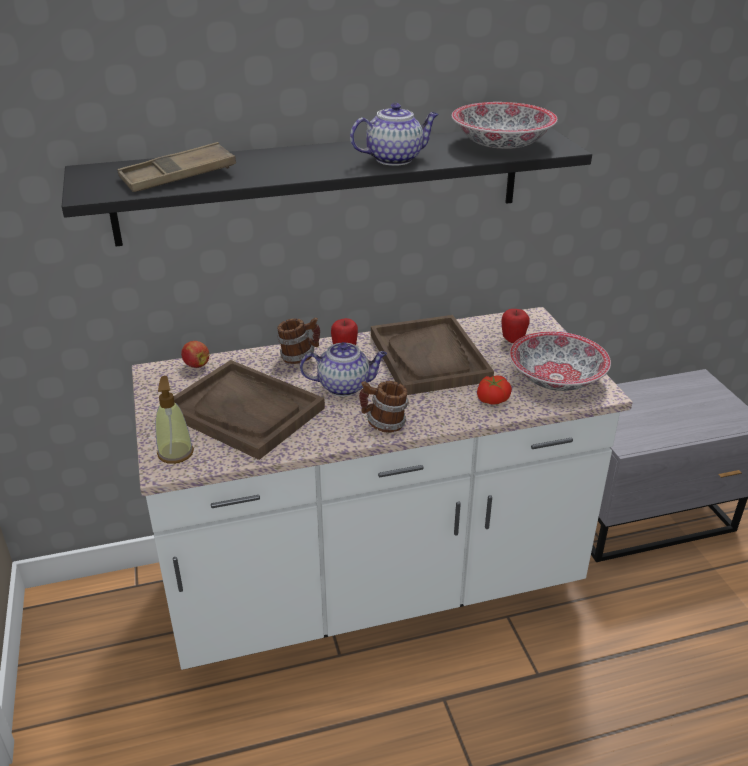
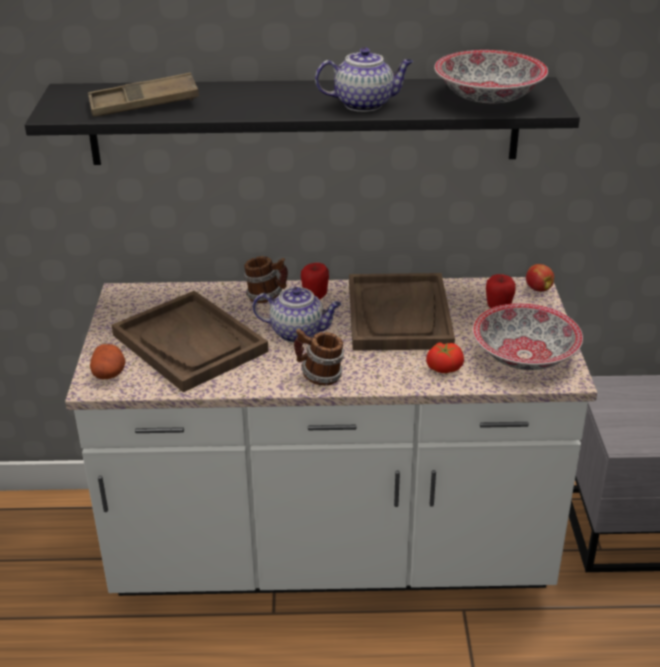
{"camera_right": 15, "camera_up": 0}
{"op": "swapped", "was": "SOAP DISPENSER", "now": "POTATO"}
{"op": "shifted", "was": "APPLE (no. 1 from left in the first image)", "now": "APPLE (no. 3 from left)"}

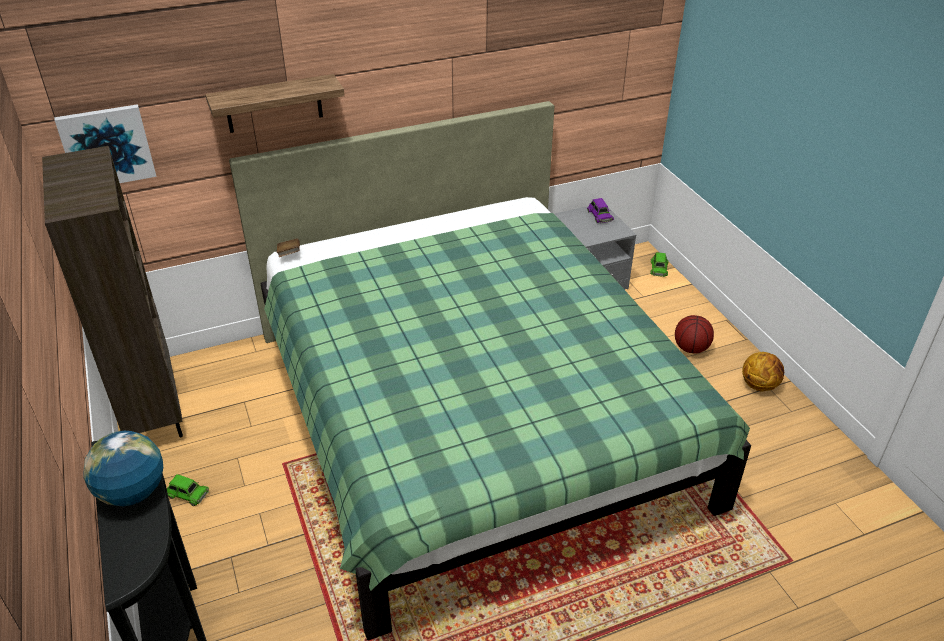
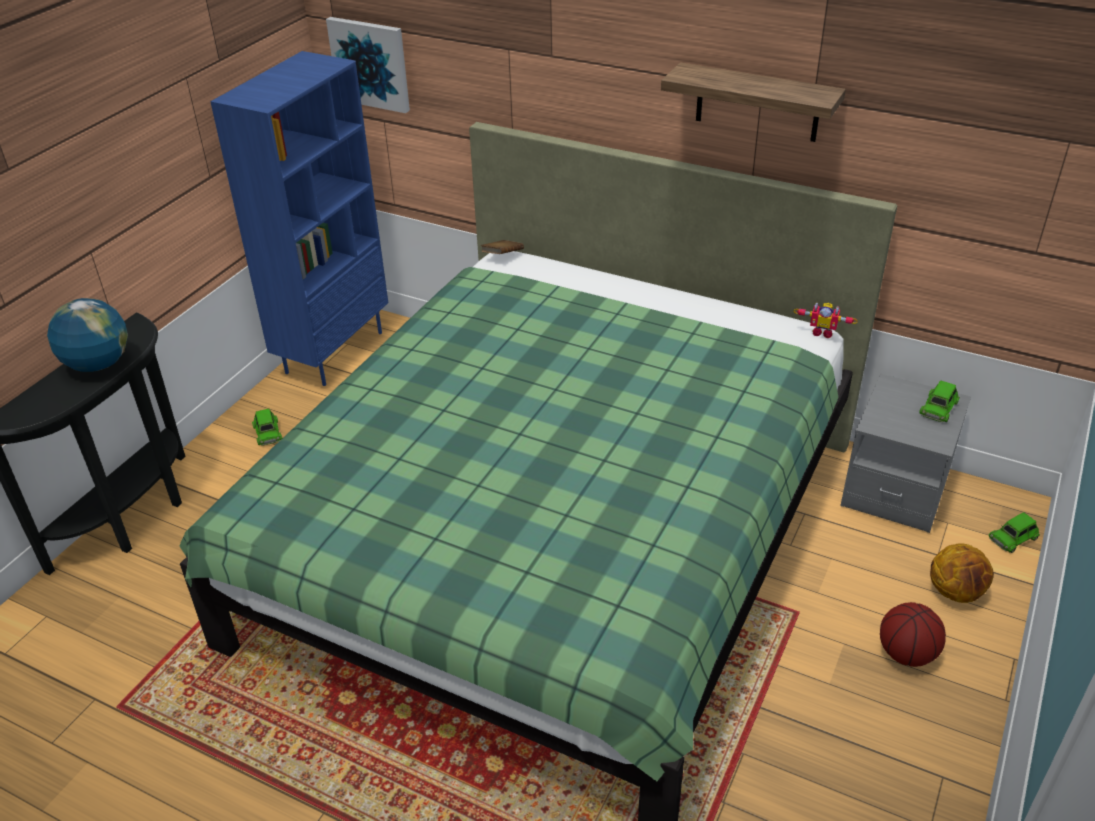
{"camera_right": 50, "camera_up": 0}
{"op": "repainted", "was": "BROWN BOOKCASE", "now": "BLUE BOOKCASE"}
{"op": "shifted", "was": "SHELF"}
{"op": "repainted", "was": "PURPLE TOY CAR", "now": "GREEN TOY CAR (no. 2 from left)"}
{"op": "shifted", "was": "BASKETBALL (no. 2 from left)"}
{"op": "new", "now": "TOY ROBOT"}

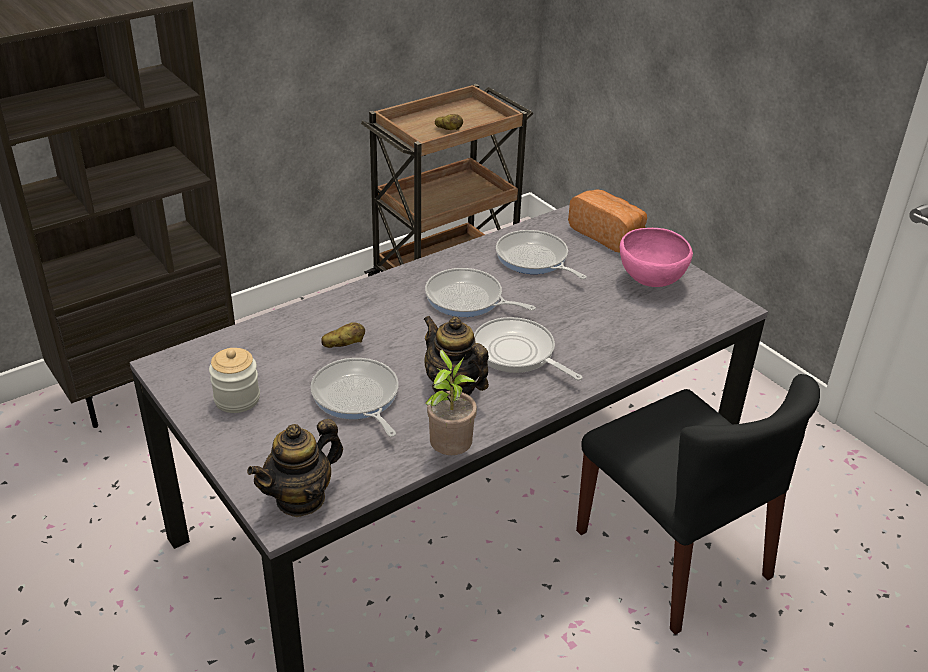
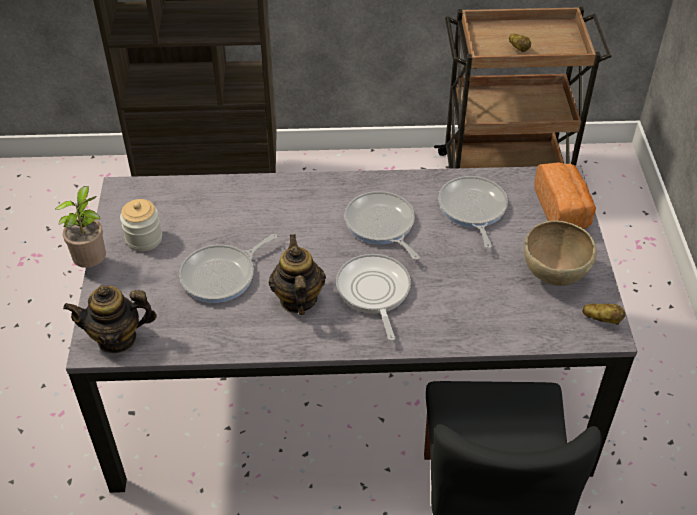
{"camera_right": 35, "camera_up": 10}
{"op": "rotated", "was": "FRYING PAN (no. 1 from left)", "clockwise": -135}
{"op": "shifted", "was": "POTATO (no. 1 from left in the first image)", "now": "POTATO (no. 2 from left)"}
{"op": "shifted", "was": "POTTED PLANT"}
{"op": "repainted", "was": "PINK BOWL", "now": "BROWN BOWL"}

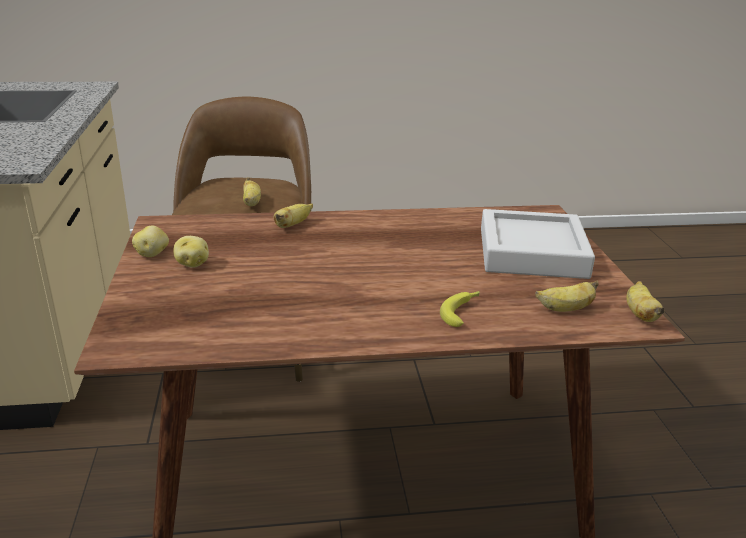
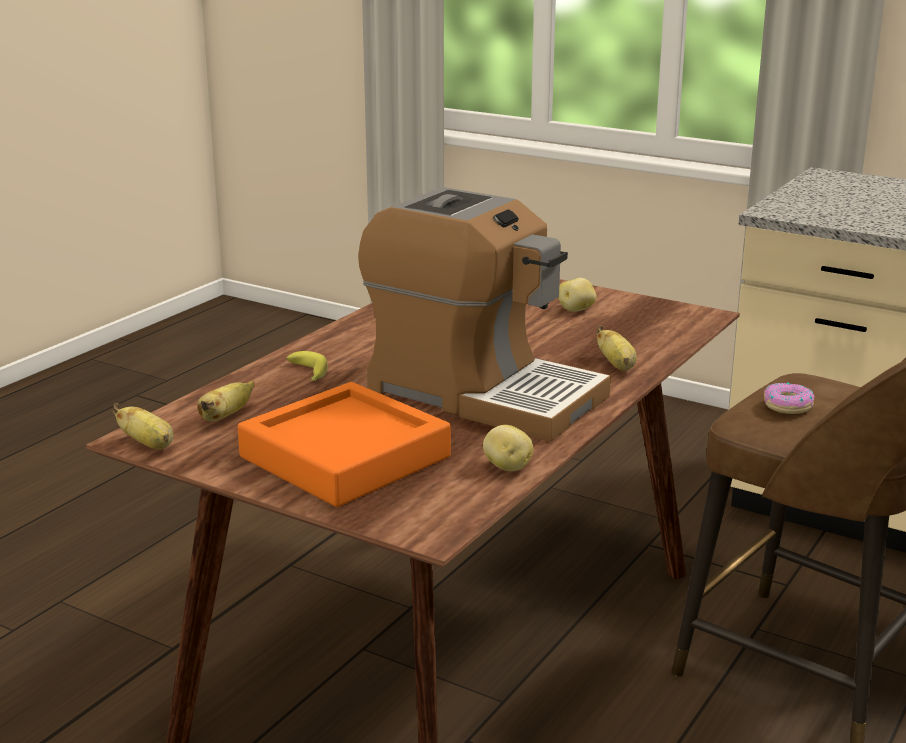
{"camera_right": 130, "camera_up": -5}
{"op": "shifted", "was": "POTATO (no. 1 from left)"}
{"op": "swapped", "was": "BANANA (no. 1 from left)", "now": "DONUT"}
{"op": "repainted", "was": "GREY TRAY", "now": "ORANGE TRAY"}
{"op": "new", "now": "COFFEE MACHINE"}

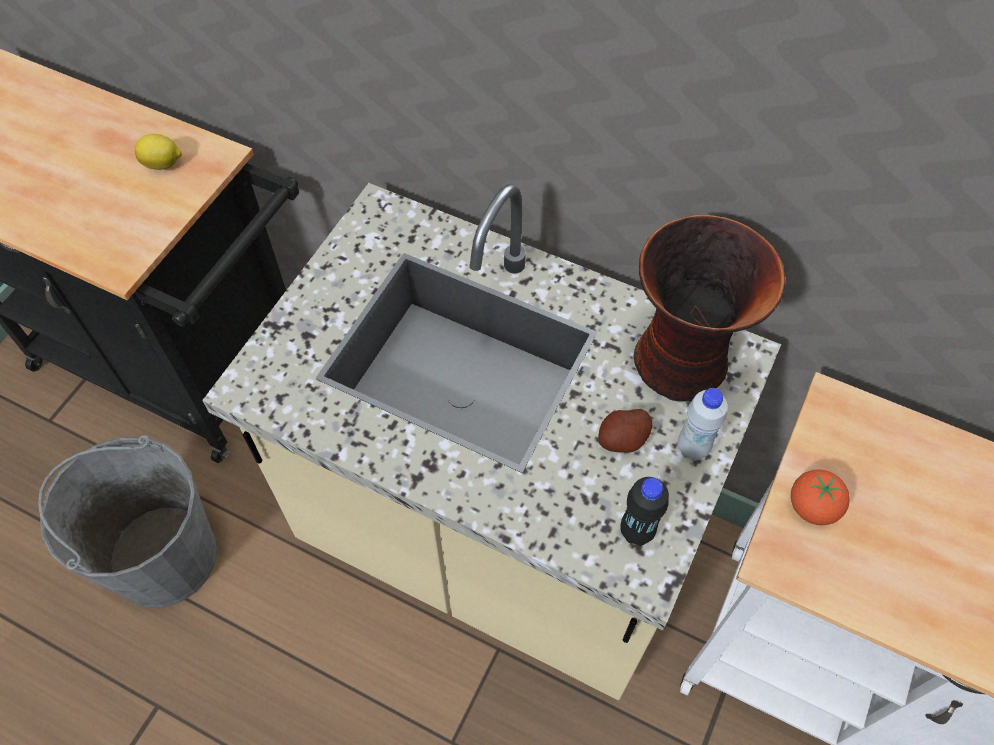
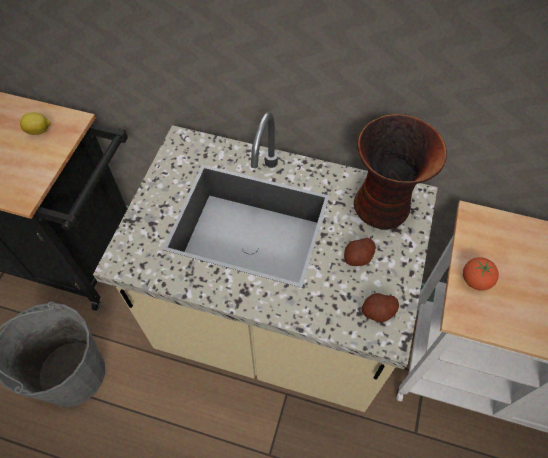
{"camera_right": -10, "camera_up": 0}
{"op": "swapped", "was": "BLACK BOTTLE", "now": "POTATO (no. 2 from left)"}
{"op": "gone", "was": "WHITE BOTTLE"}

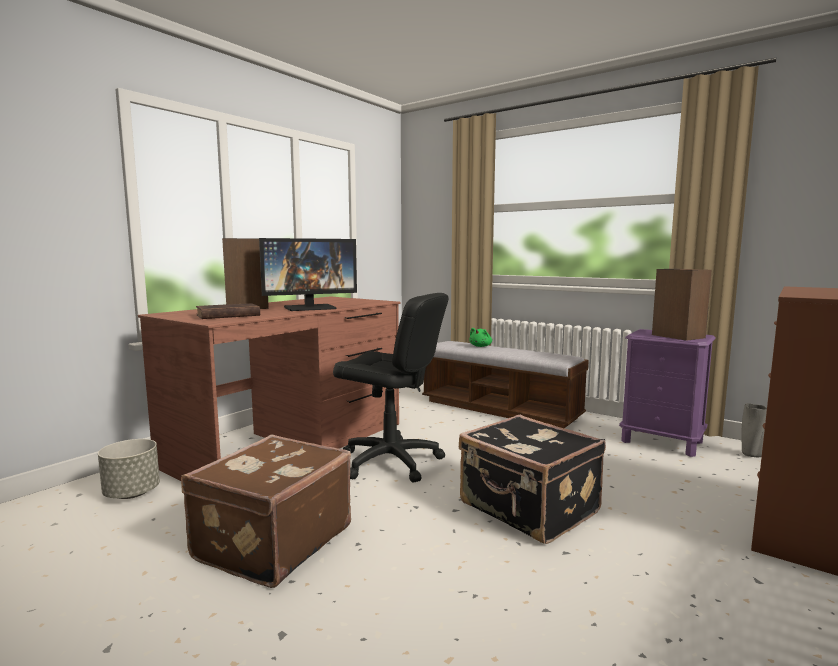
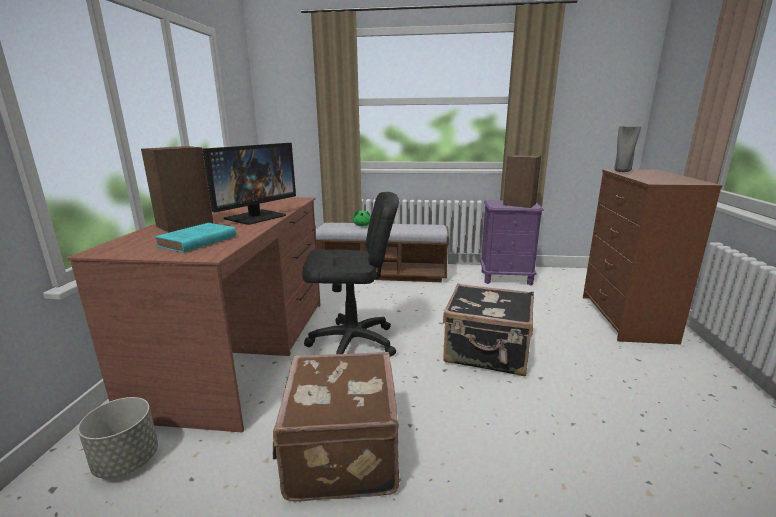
{"camera_right": -30, "camera_up": 10}
{"op": "repainted", "was": "BROWN BOOK", "now": "TURQUOISE BOOK"}
{"op": "shifted", "was": "GREY VASE"}

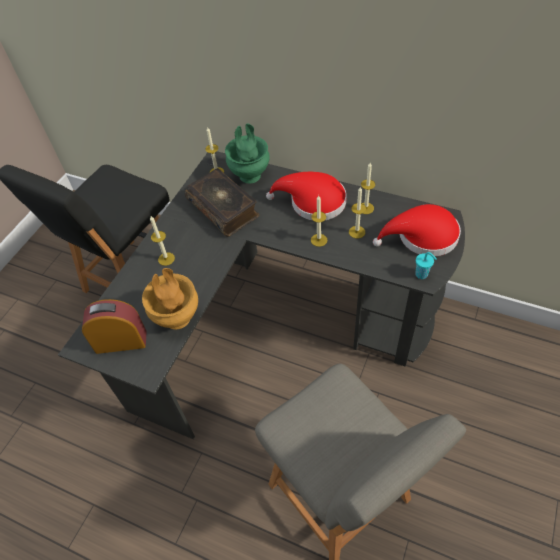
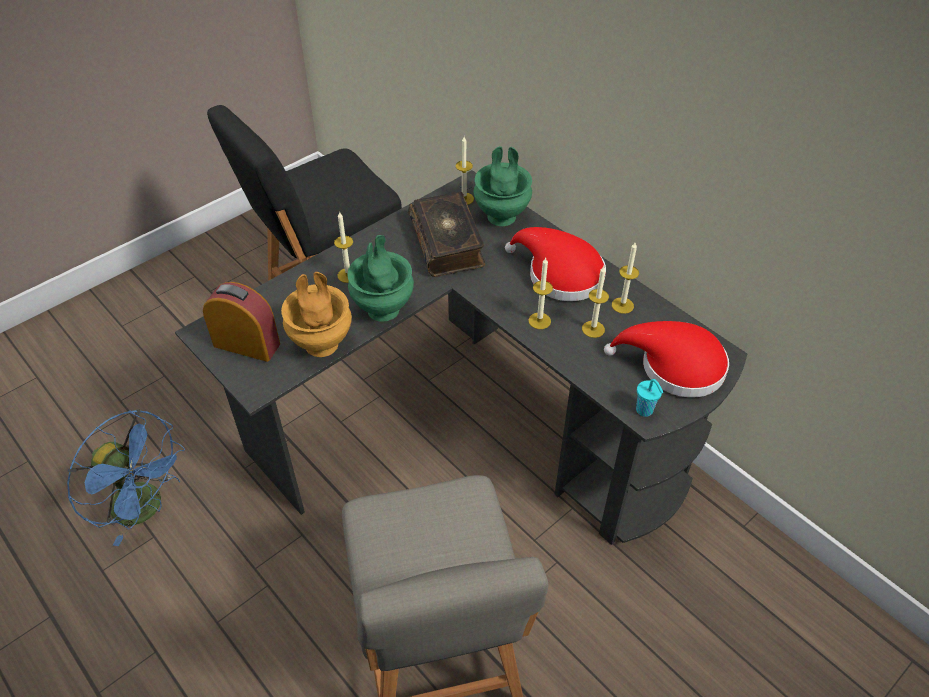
{"camera_right": 20, "camera_up": -5}
{"op": "new", "now": "BLUE FAN"}
{"op": "new", "now": "GREEN VASE (no. 1 from left)"}

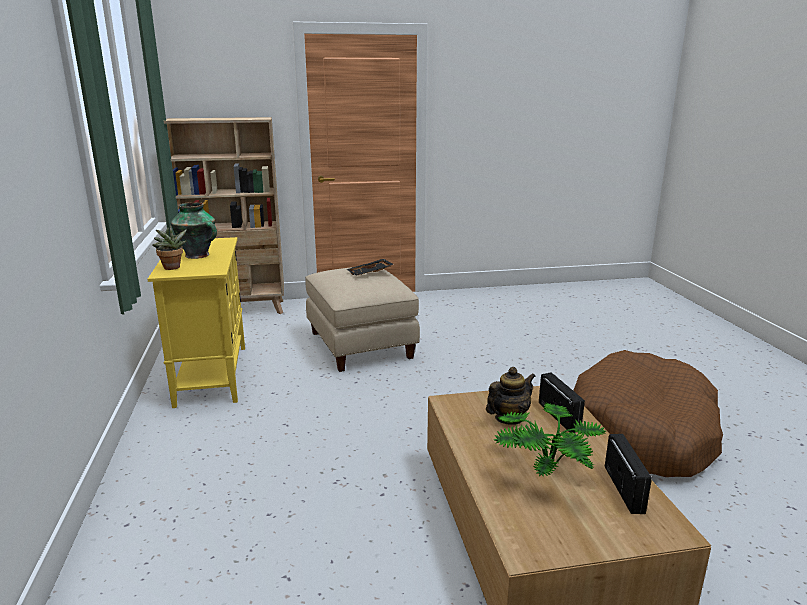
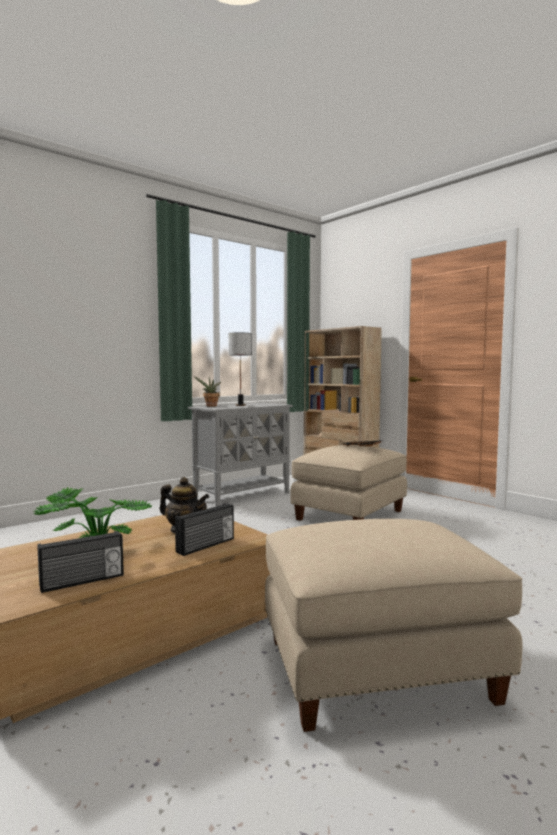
{"camera_right": 60, "camera_up": -15}
{"op": "repainted", "was": "YELLOW CABINET", "now": "GREY CABINET"}
{"op": "swapped", "was": "VASE", "now": "TABLE LAMP"}
{"op": "swapped", "was": "BROWN DOG BED", "now": "BEIGE OTTOMAN (no. 2 from left)"}

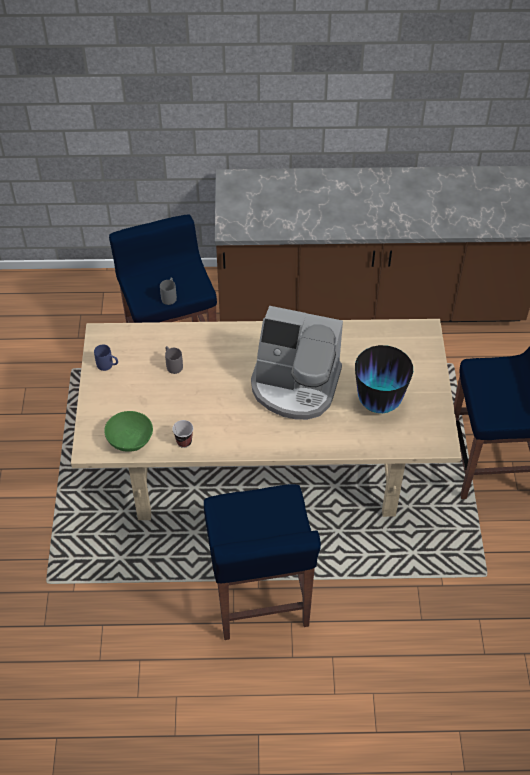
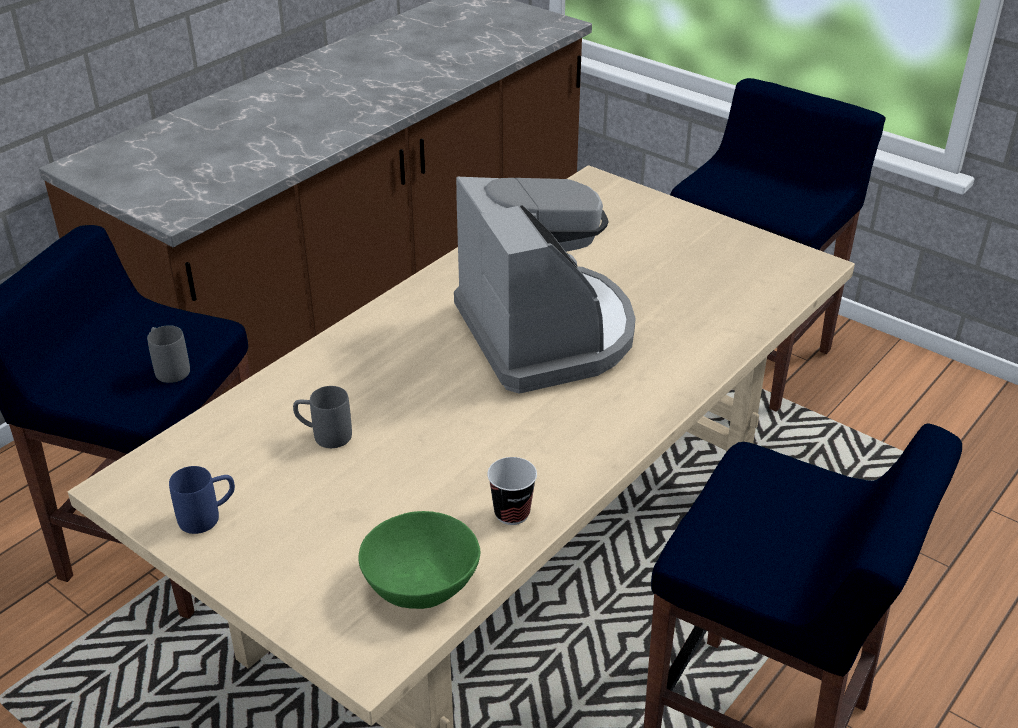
{"camera_right": -50, "camera_up": -15}
{"op": "rotated", "was": "COFFEE MACHINE", "clockwise": -75}
{"op": "gone", "was": "VASE"}

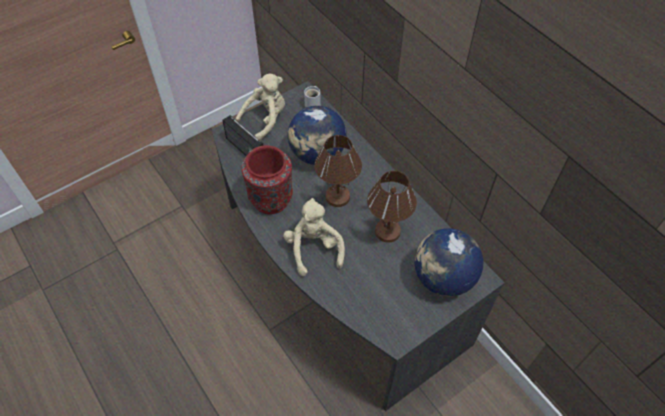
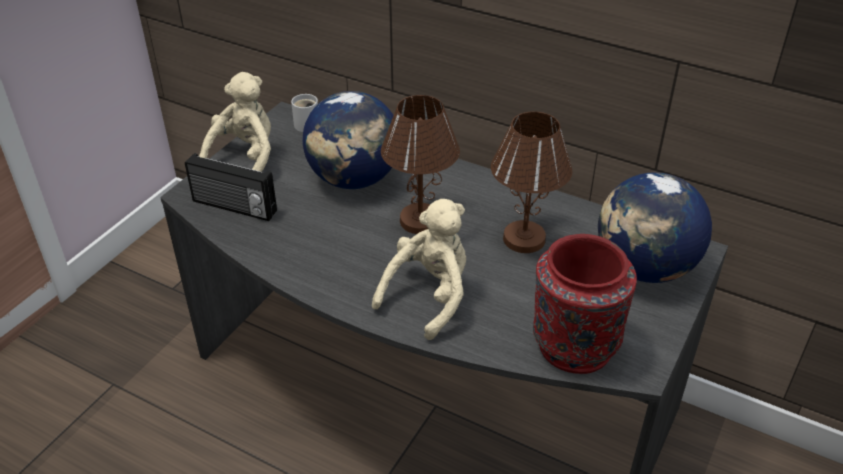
{"camera_right": -25, "camera_up": -15}
{"op": "shifted", "was": "RED VASE"}
{"op": "rotated", "was": "BEIGE PLUSH TOY (no. 2 from left)", "clockwise": 75}

